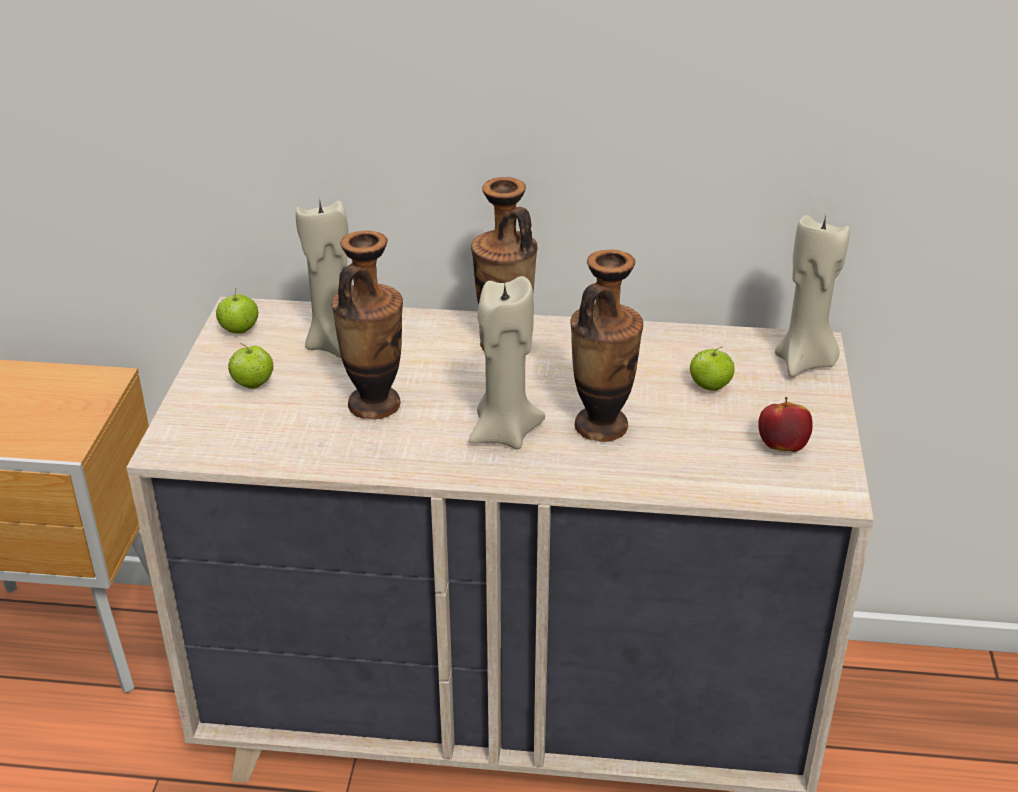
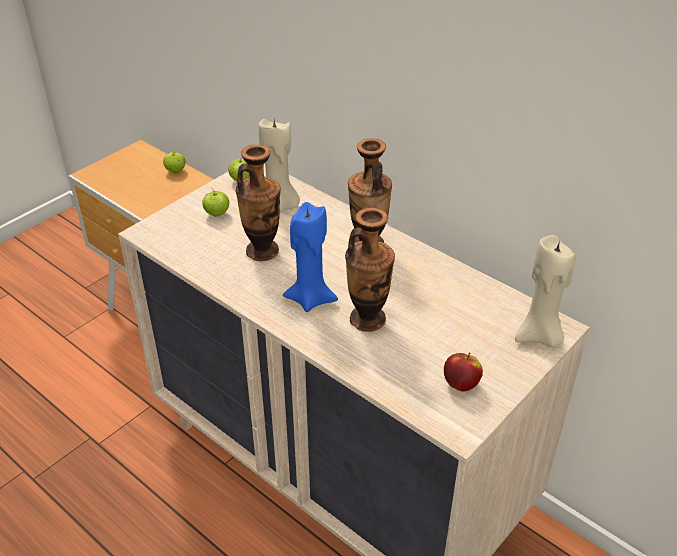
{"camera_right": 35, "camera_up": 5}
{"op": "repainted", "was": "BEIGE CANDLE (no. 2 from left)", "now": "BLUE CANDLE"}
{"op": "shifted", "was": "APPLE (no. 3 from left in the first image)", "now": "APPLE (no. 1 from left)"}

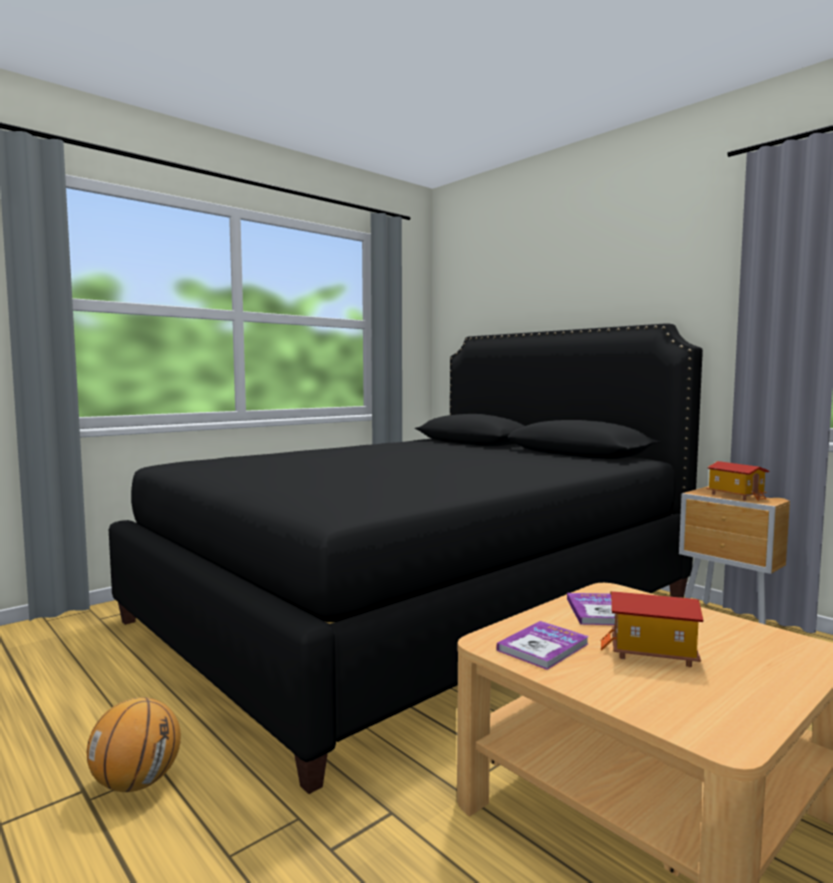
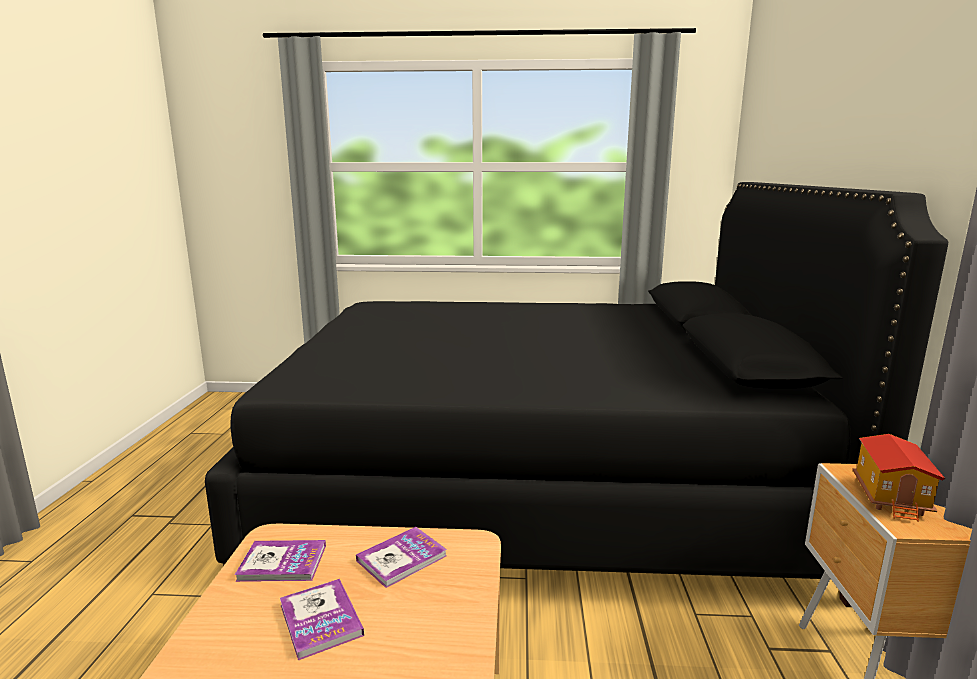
{"camera_right": 45, "camera_up": 10}
{"op": "gone", "was": "BASKETBALL"}
{"op": "swapped", "was": "TOY HOUSE (no. 1 from left)", "now": "BOOK (no. 2 from left)"}

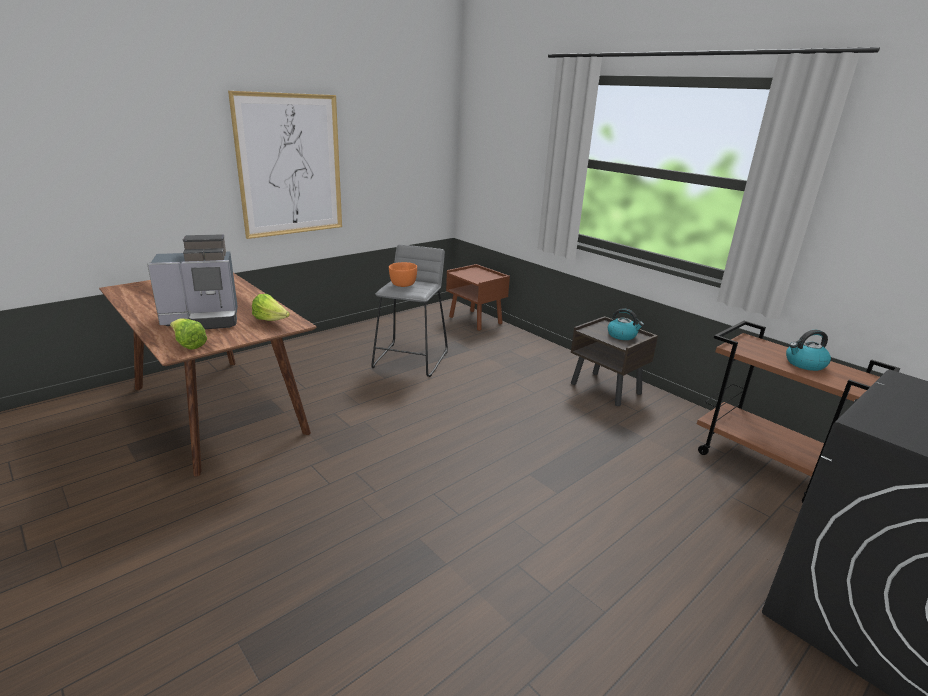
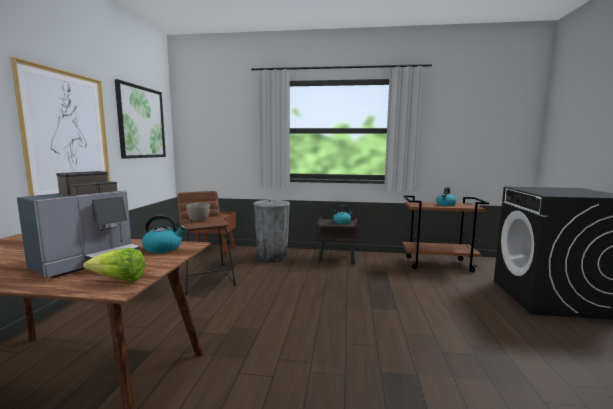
{"camera_right": -40, "camera_up": -15}
{"op": "swapped", "was": "LETTUCE (no. 2 from left)", "now": "KETTLE (no. 1 from left)"}
{"op": "repainted", "was": "GREY STOOL", "now": "BROWN STOOL"}
{"op": "repainted", "was": "ORANGE BOWL", "now": "GREY BOWL"}
{"op": "new", "now": "PICTURE (no. 2 from left)"}
{"op": "new", "now": "GREY TRASH CAN"}

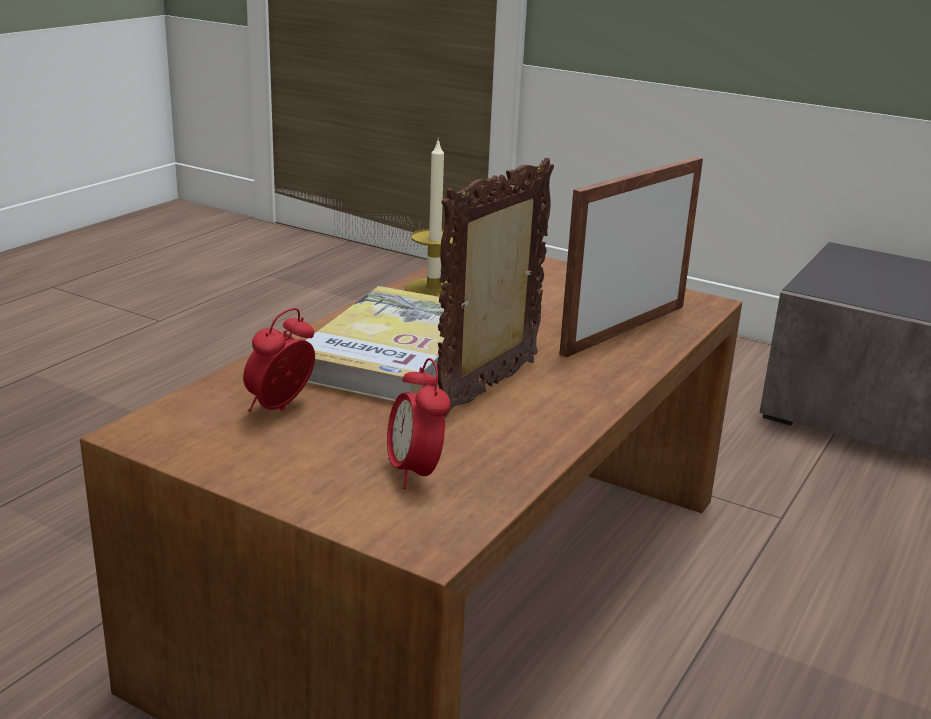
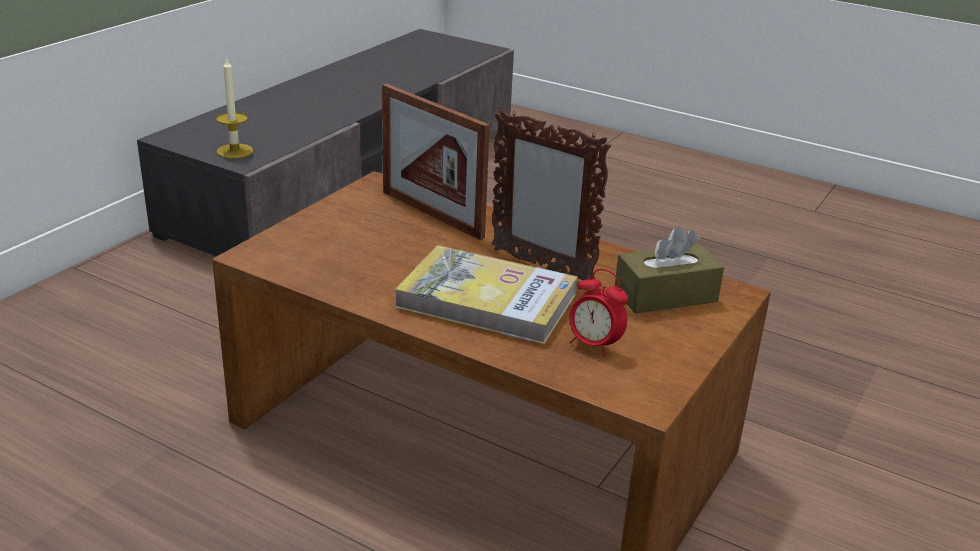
{"camera_right": -90, "camera_up": 5}
{"op": "swapped", "was": "ALARM CLOCK (no. 2 from left)", "now": "BROWN TISSUE BOX"}
{"op": "shifted", "was": "CANDLE"}

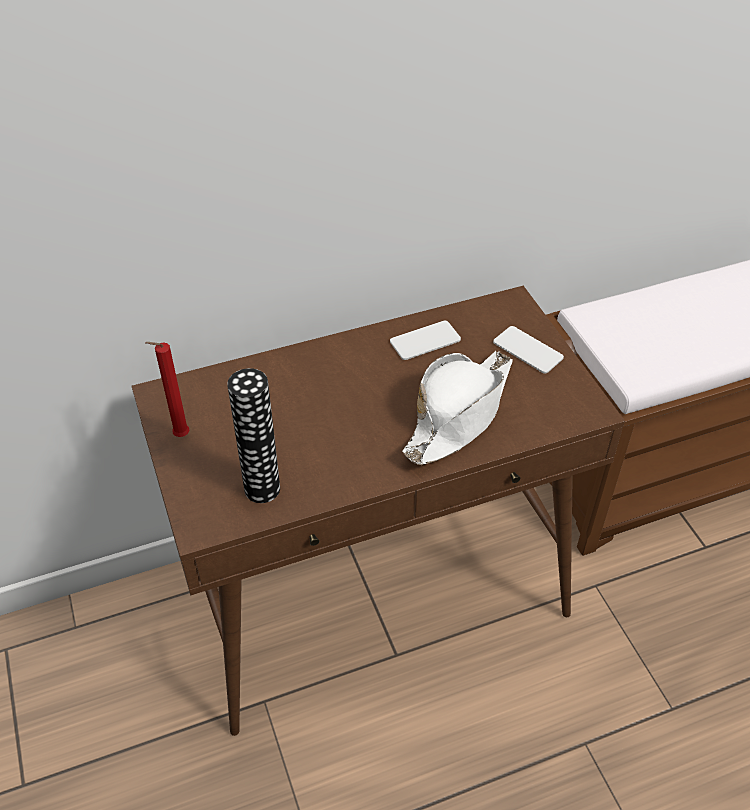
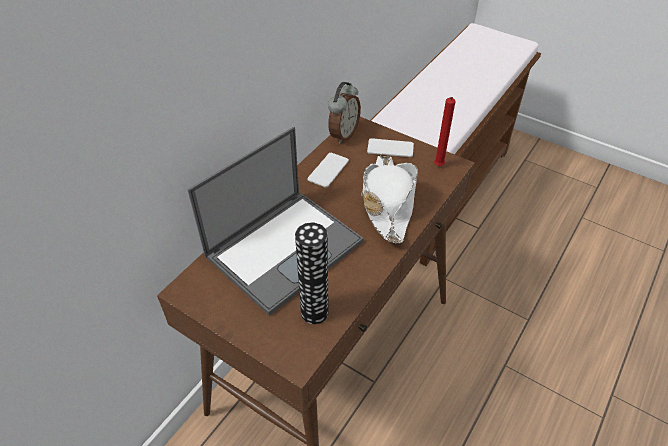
{"camera_right": -35, "camera_up": 0}
{"op": "shifted", "was": "RED CANDLE"}
{"op": "new", "now": "LAPTOP"}
{"op": "new", "now": "ALARM CLOCK"}

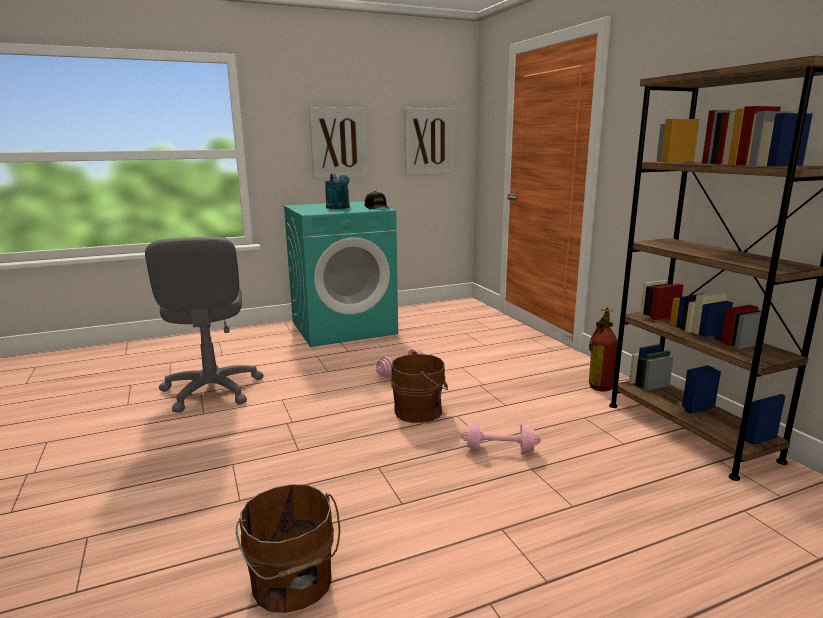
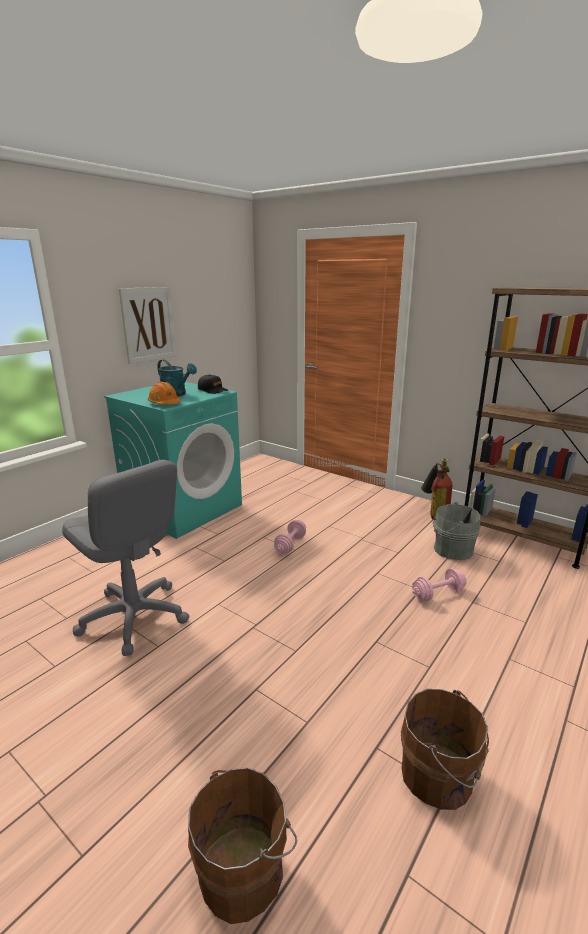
{"camera_right": -30, "camera_up": 5}
{"op": "shifted", "was": "BROWN BUCKET (no. 2 from left in the first image)", "now": "BROWN BUCKET (no. 1 from left)"}
{"op": "gone", "was": "PICTURE (no. 2 from left)"}
{"op": "new", "now": "ORANGE HARD HAT"}
{"op": "new", "now": "GREY BUCKET"}

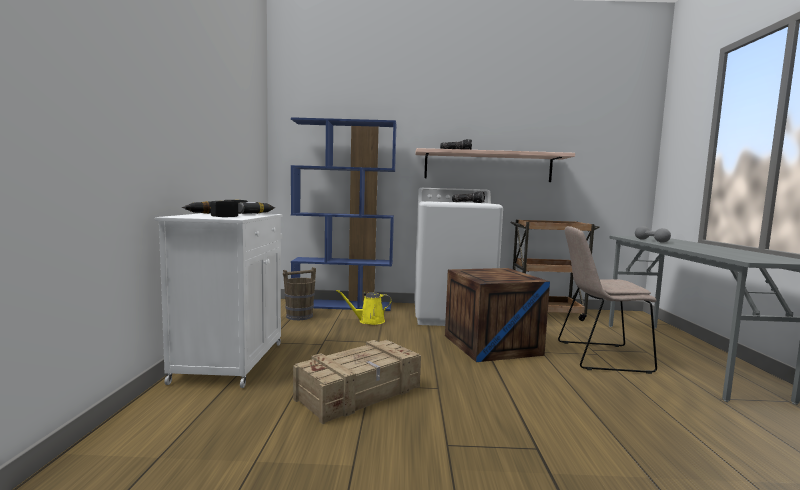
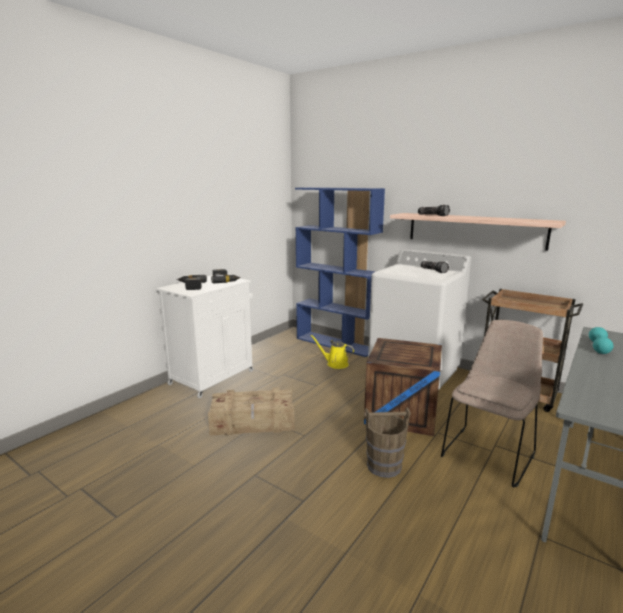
{"camera_right": 35, "camera_up": 10}
{"op": "shifted", "was": "BROWN BUCKET"}
{"op": "rotated", "was": "BEIGE CHAIR", "clockwise": 90}
{"op": "repainted", "was": "GREY DUMBBELL", "now": "TURQUOISE DUMBBELL"}

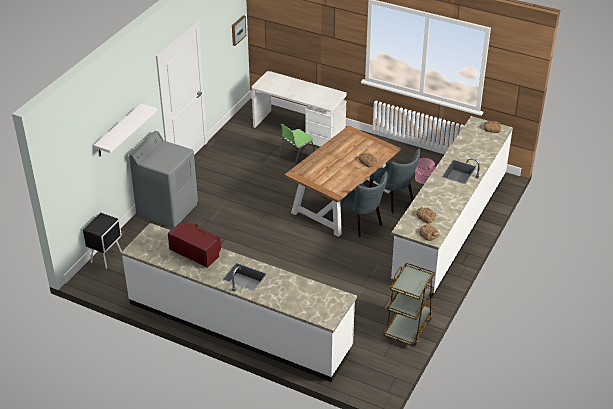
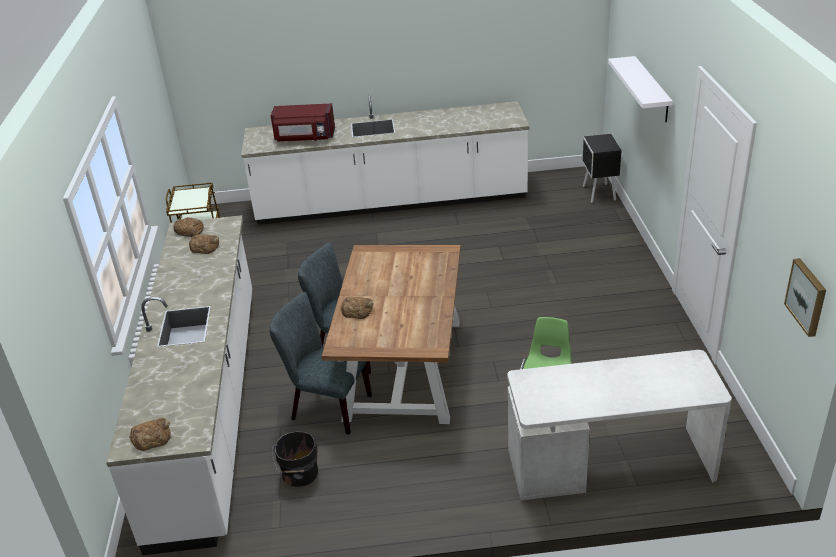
{"camera_right": 150, "camera_up": -5}
{"op": "gone", "was": "GREY WASHING MACHINE"}
{"op": "shifted", "was": "RED MICROWAVE"}
{"op": "repainted", "was": "PINK BUCKET", "now": "BLACK BUCKET"}

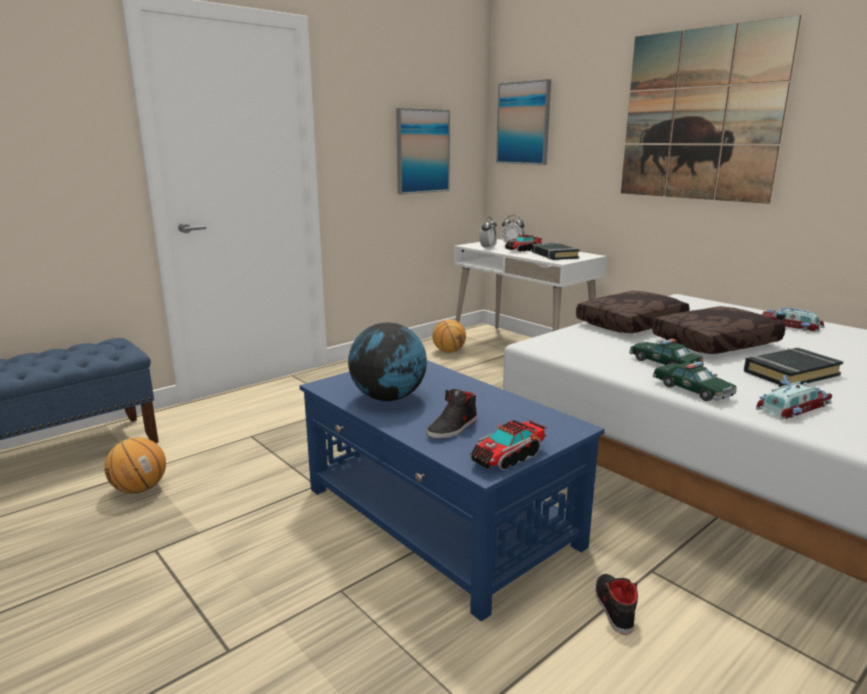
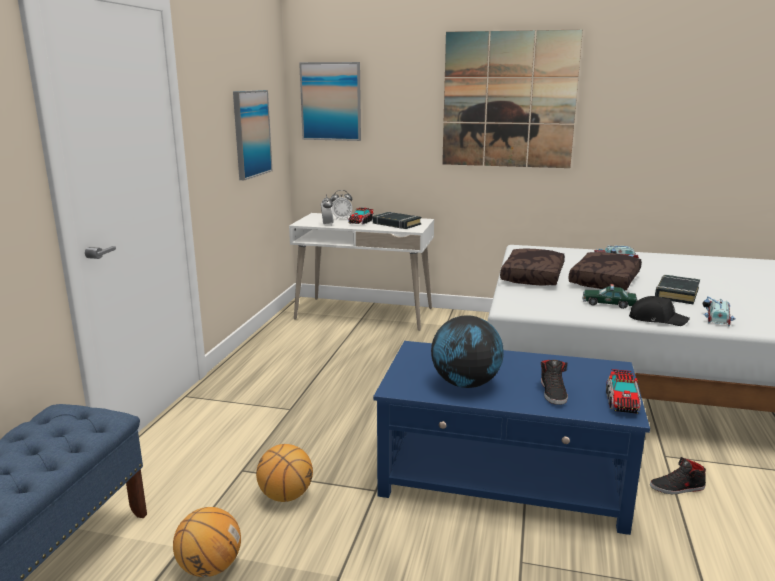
{"camera_right": -35, "camera_up": 0}
{"op": "shifted", "was": "BASKETBALL (no. 2 from left)"}
{"op": "rotated", "was": "BLACK SHOE (no. 2 from left)", "clockwise": -60}
{"op": "swapped", "was": "TOY CAR (no. 2 from left)", "now": "BLACK CAP"}

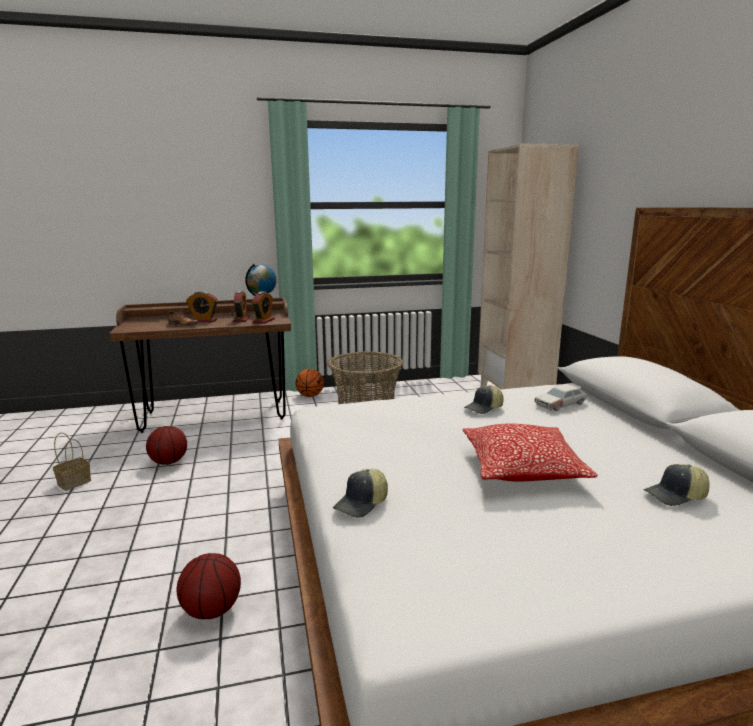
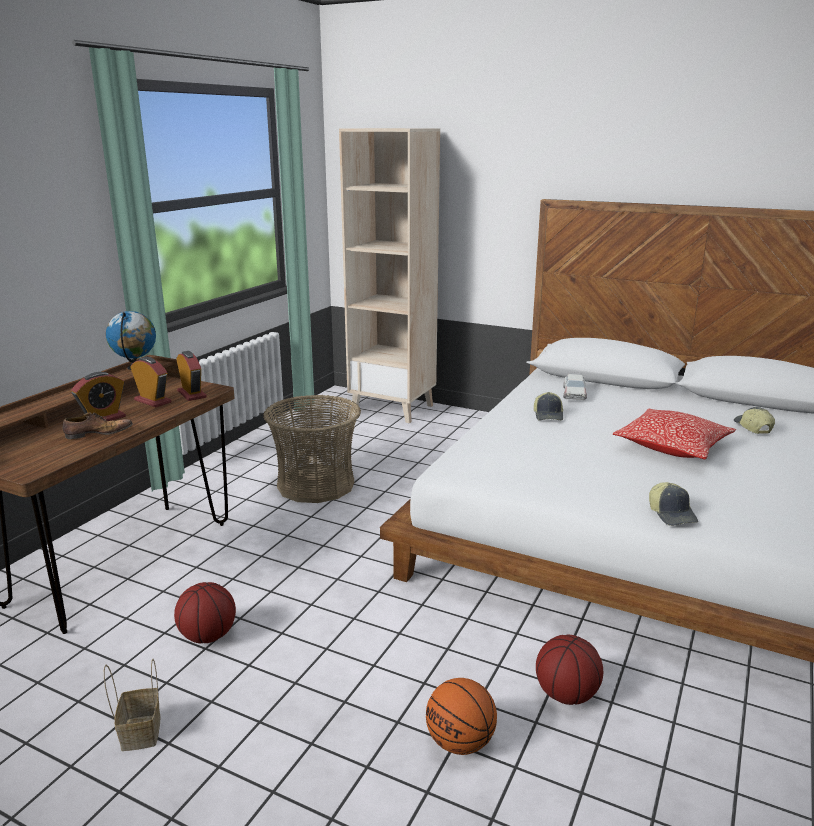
{"camera_right": -50, "camera_up": 5}
{"op": "shifted", "was": "BASKETBALL (no. 3 from left in the first image)", "now": "BASKETBALL (no. 2 from left)"}
{"op": "rotated", "was": "CAP (no. 3 from left)", "clockwise": 150}

